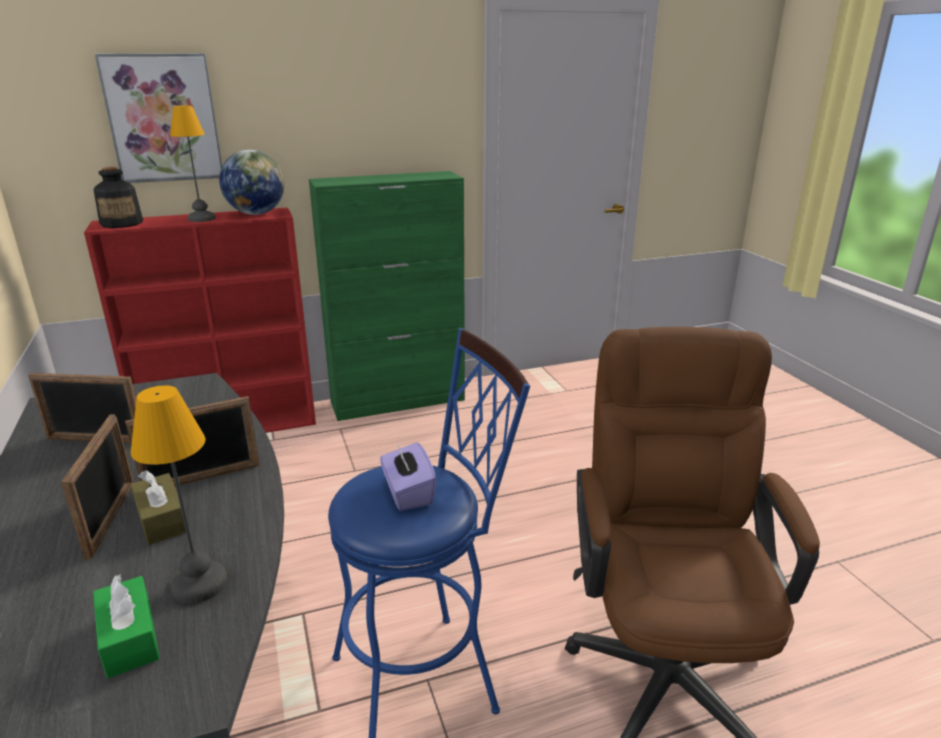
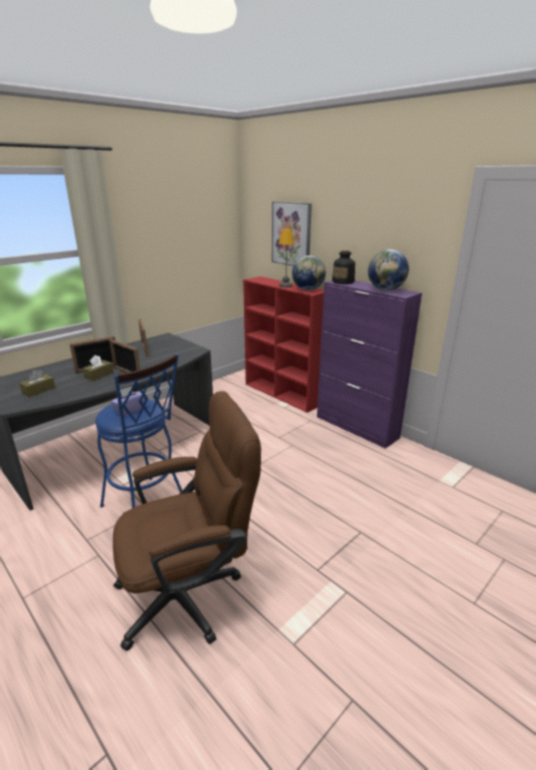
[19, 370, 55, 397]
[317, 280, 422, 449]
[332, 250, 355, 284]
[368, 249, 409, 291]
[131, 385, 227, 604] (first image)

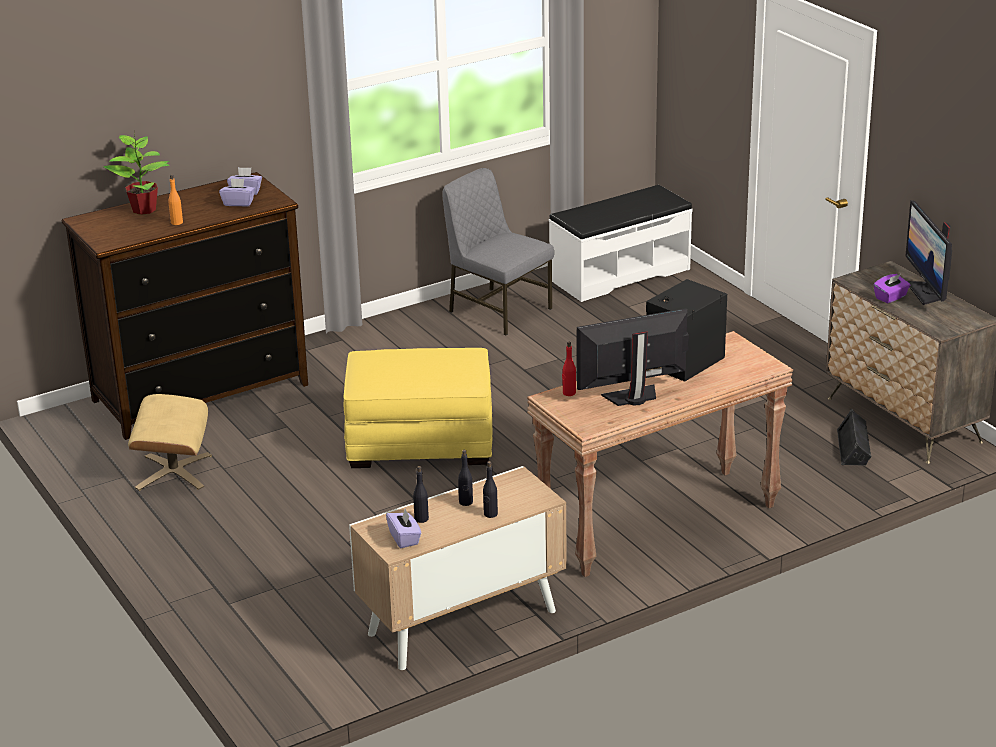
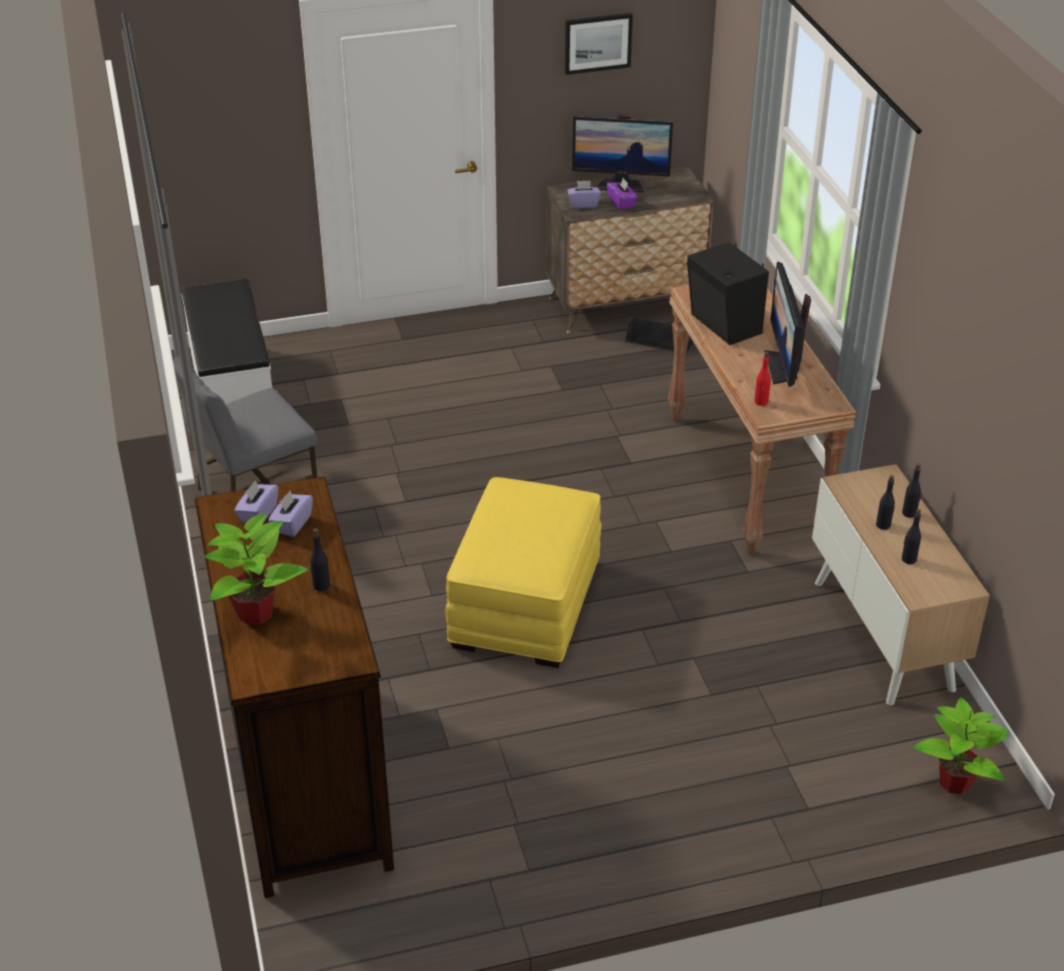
[310, 528, 330, 591]
[565, 13, 633, 75]
[567, 180, 601, 208]
[913, 697, 1009, 794]
[128, 394, 212, 491] (first image)

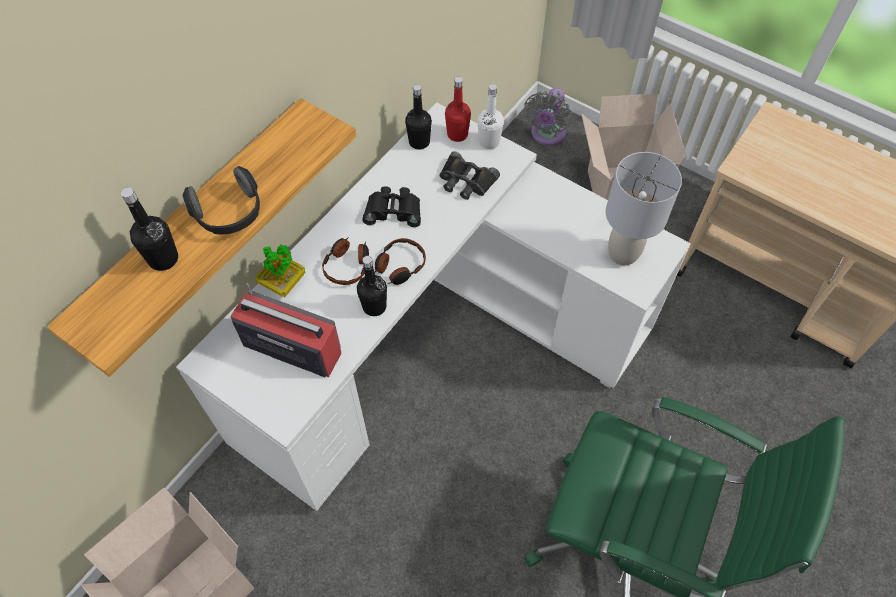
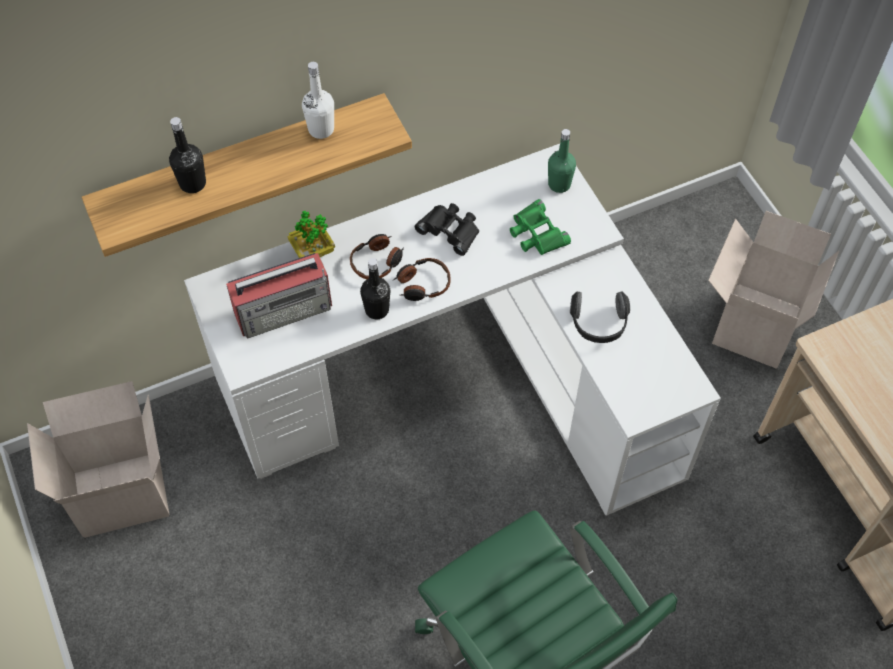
[226, 253, 332, 338]
[302, 62, 334, 139]
[510, 199, 571, 255]
[548, 129, 576, 193]
[570, 291, 630, 343]
[405, 85, 432, 150] (first image)
[524, 88, 572, 145] (first image)
[606, 152, 682, 266] (first image)

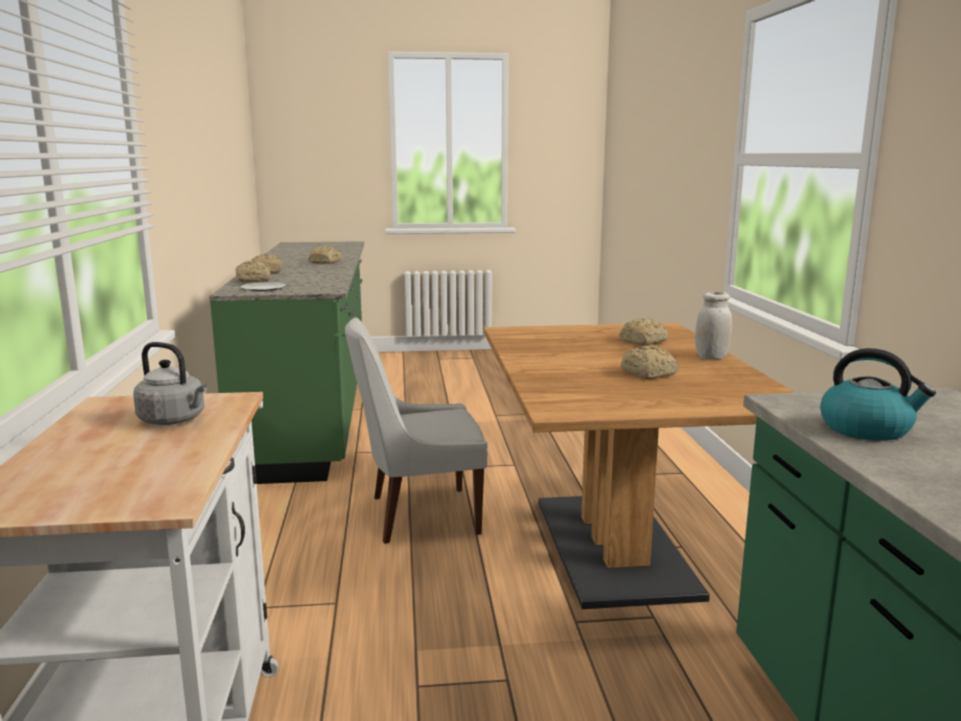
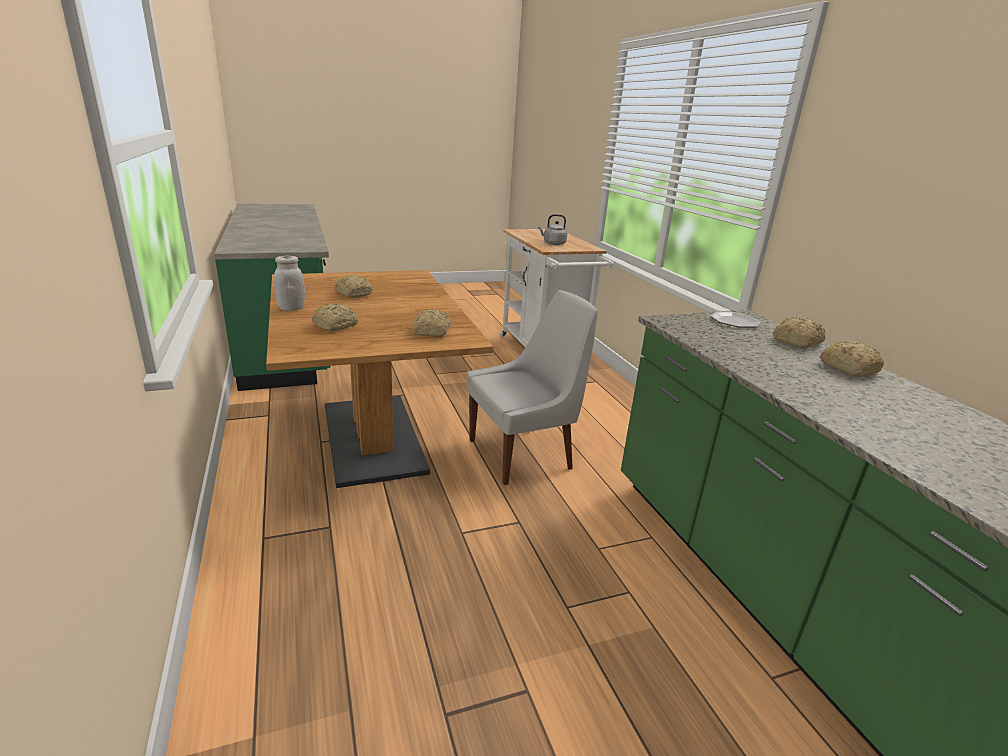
[413, 309, 451, 337]
[820, 348, 936, 441] (first image)

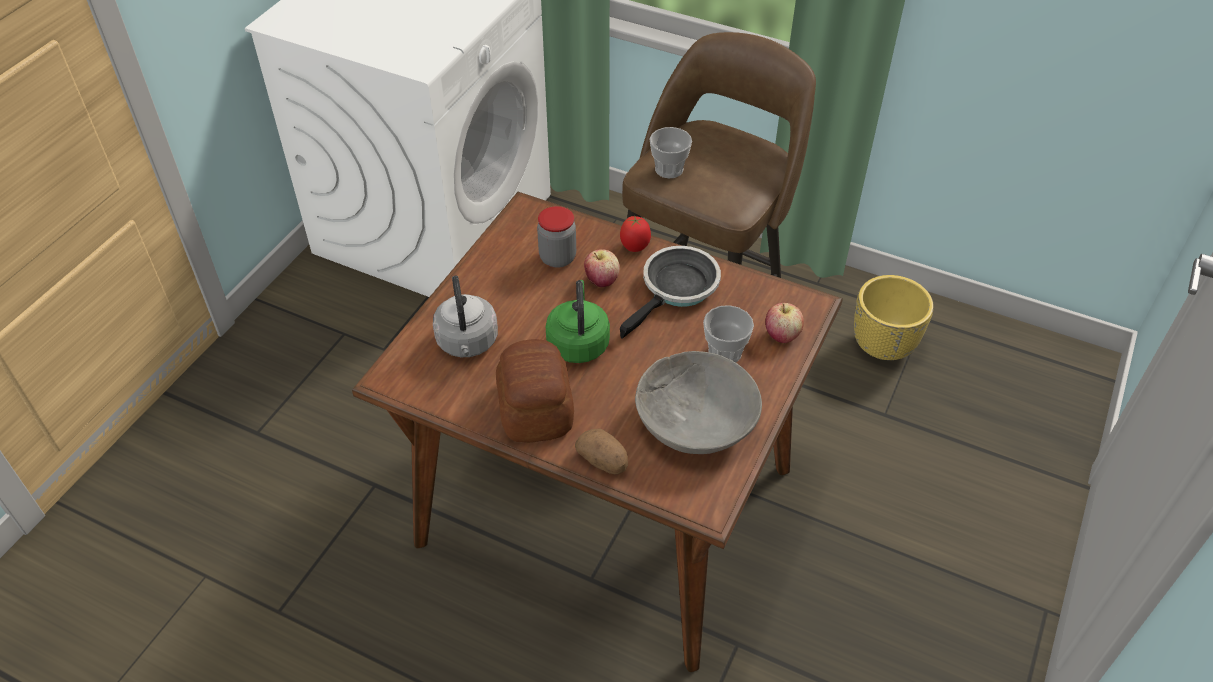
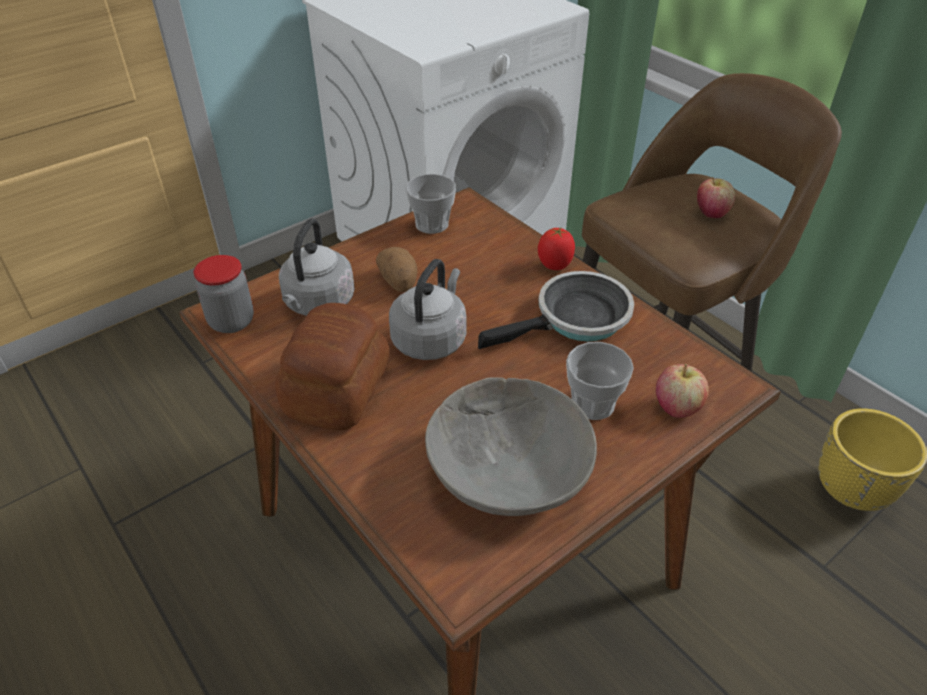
[193, 255, 254, 333]
[376, 247, 418, 292]
[389, 259, 467, 360]
[406, 174, 456, 234]
[697, 177, 735, 218]

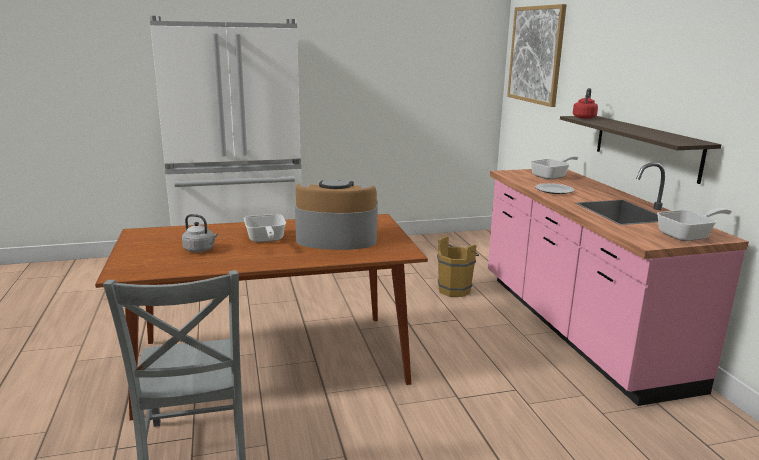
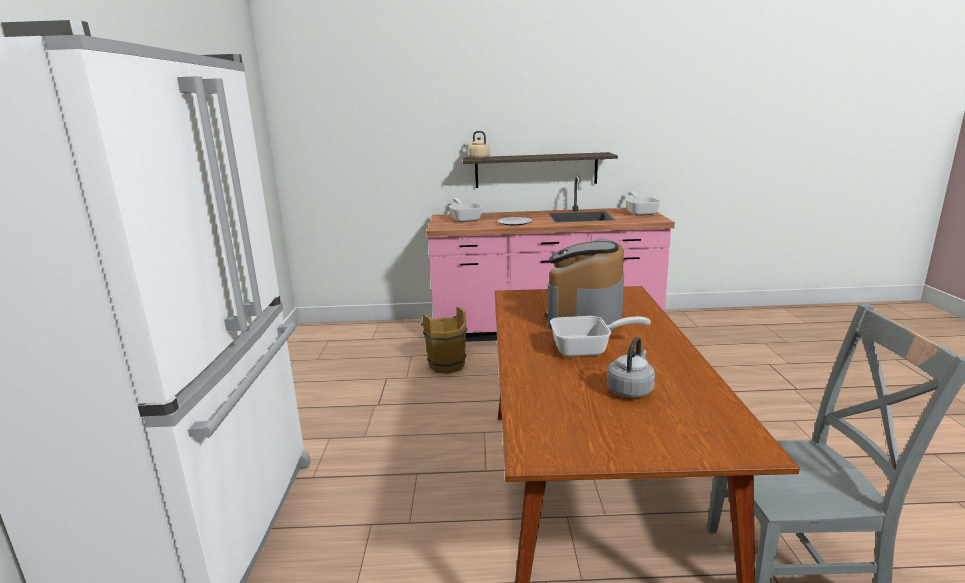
[467, 131, 490, 159]
[507, 4, 567, 107] (first image)

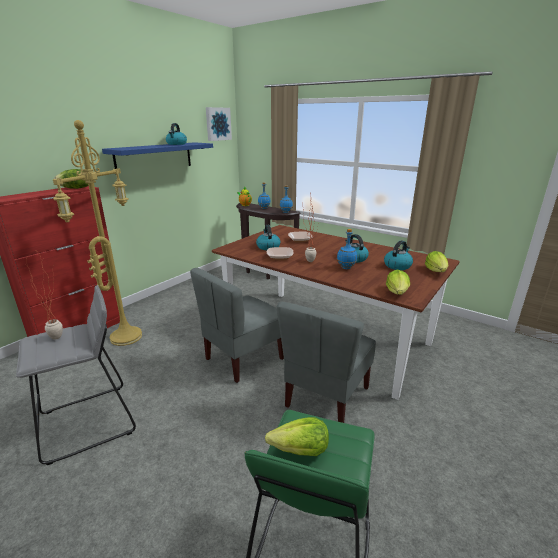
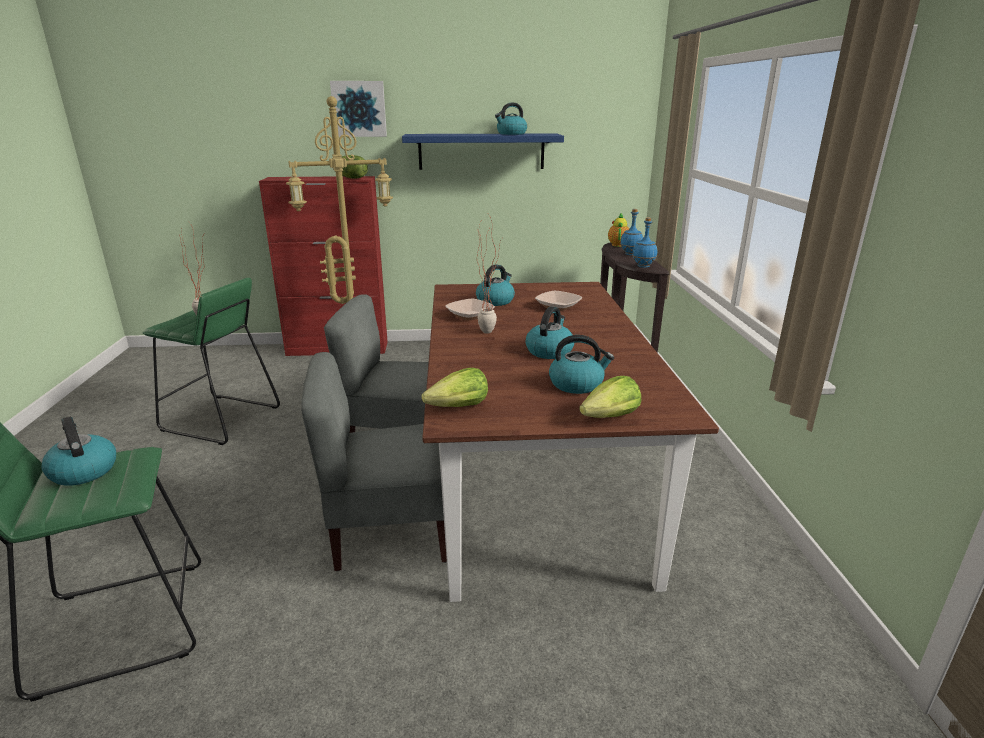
[42, 417, 116, 486]
[143, 278, 280, 445]
[330, 81, 387, 137]
[337, 229, 357, 269] (first image)

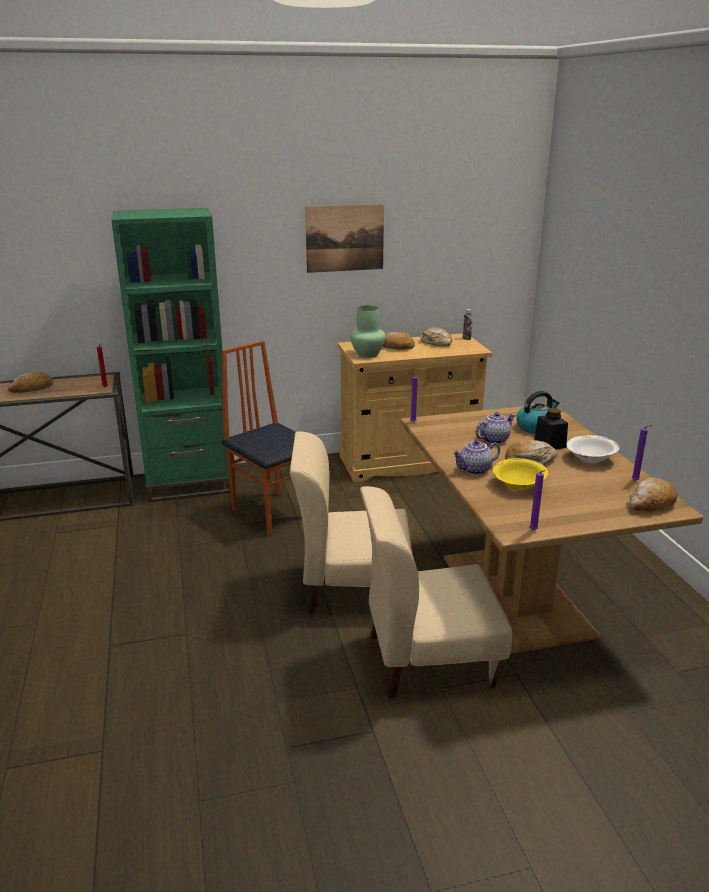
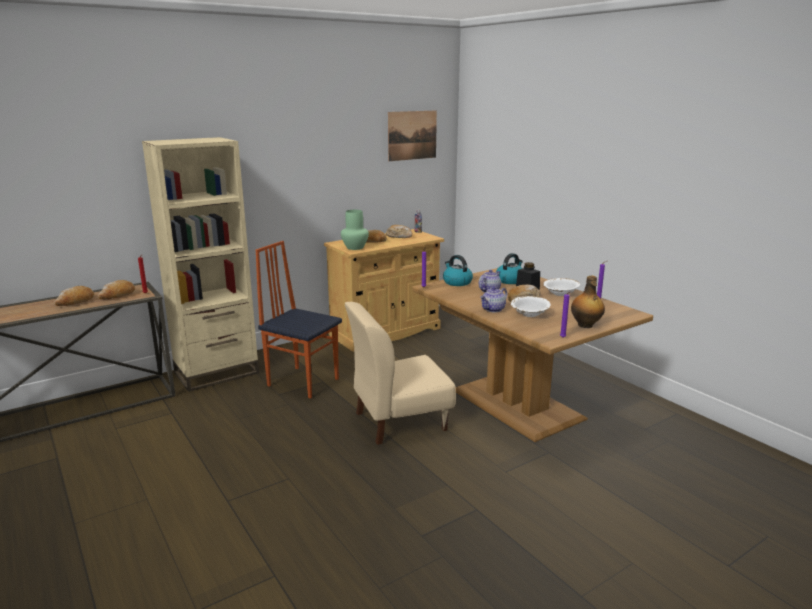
[98, 280, 135, 300]
[142, 137, 259, 392]
[388, 111, 437, 161]
[443, 255, 473, 286]
[511, 296, 551, 317]
[571, 276, 605, 328]
[360, 486, 512, 698] (first image)

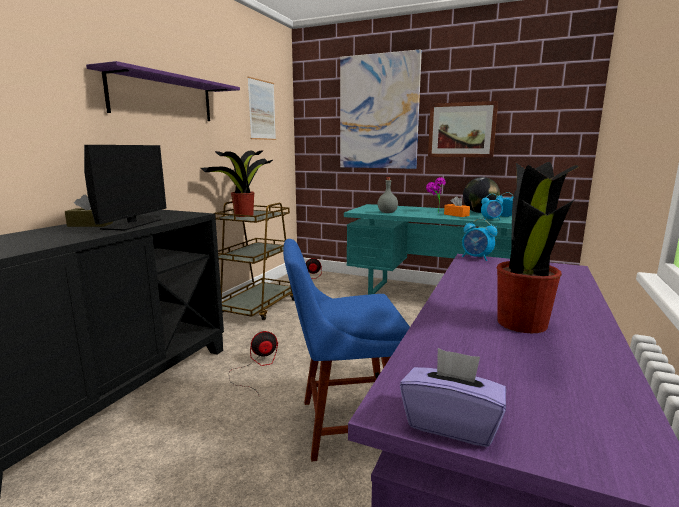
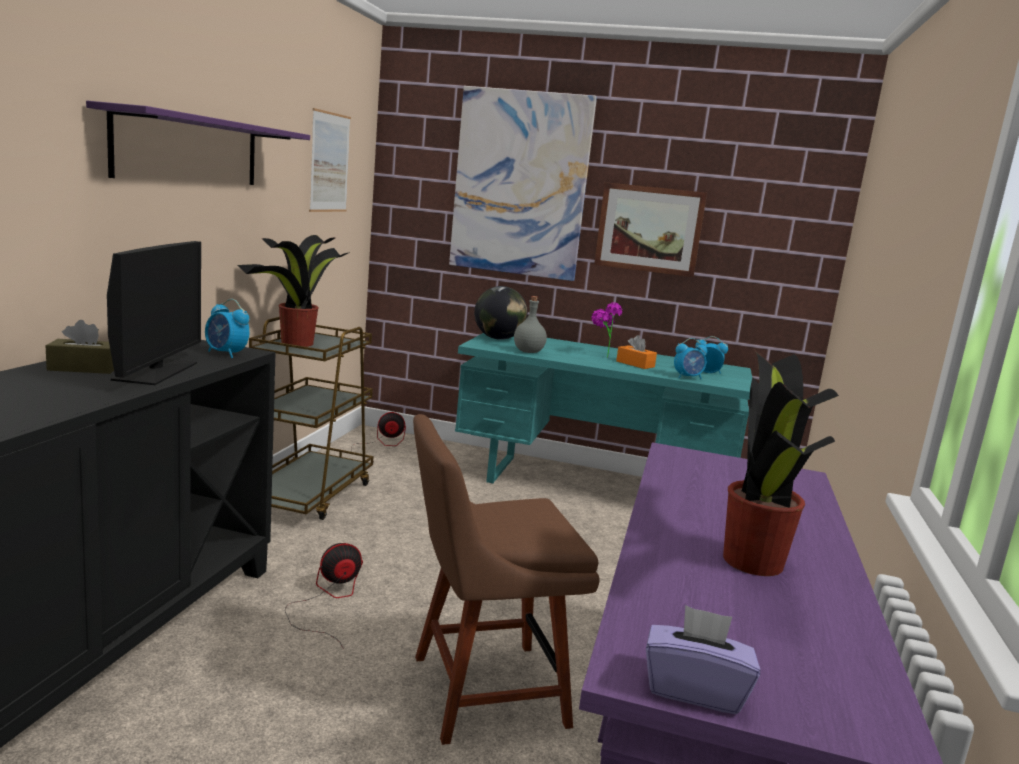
[205, 299, 250, 358]
[413, 414, 600, 745]
[474, 286, 528, 340]

